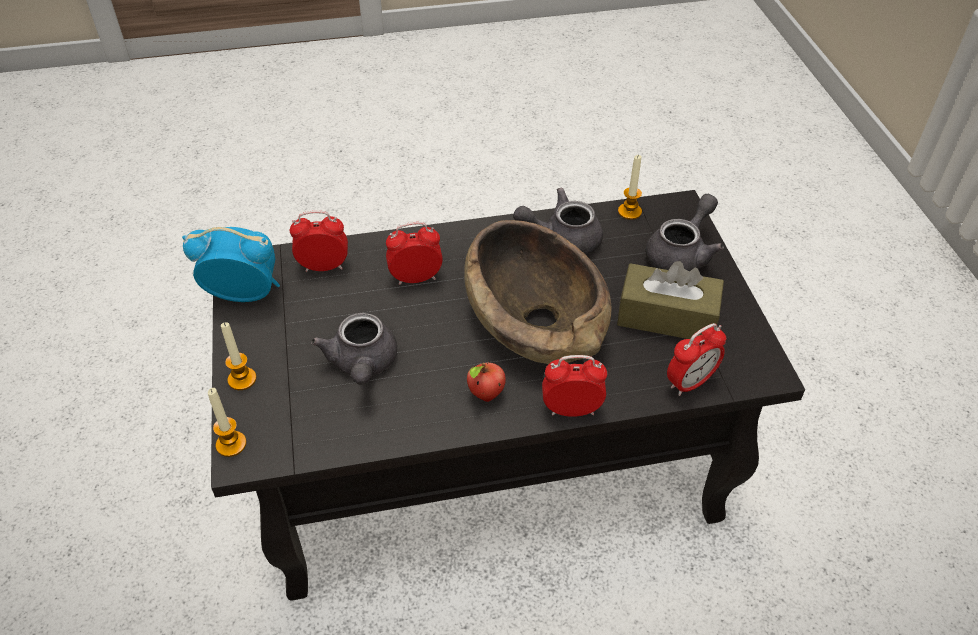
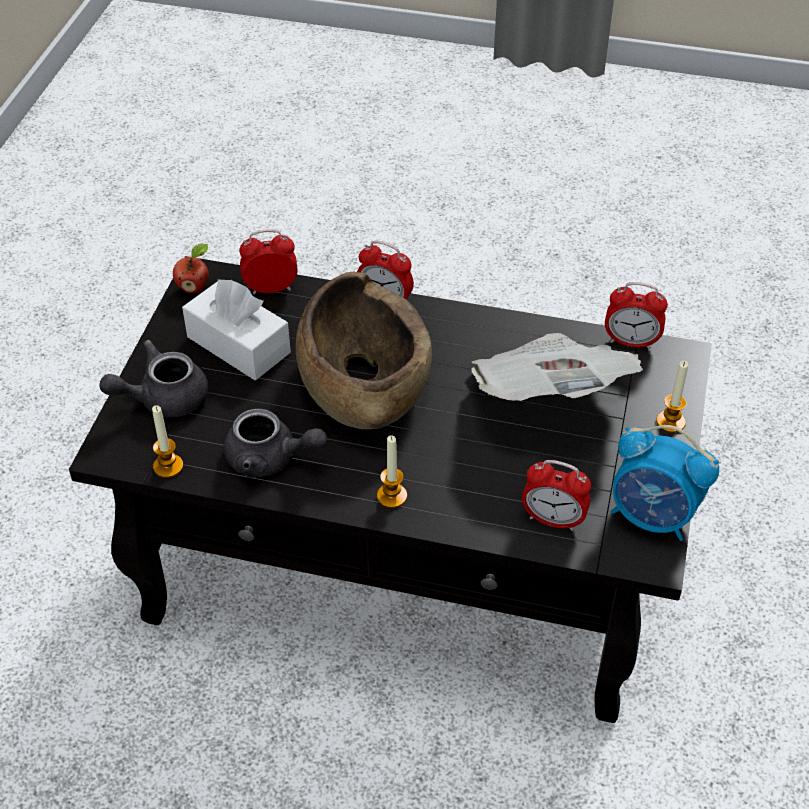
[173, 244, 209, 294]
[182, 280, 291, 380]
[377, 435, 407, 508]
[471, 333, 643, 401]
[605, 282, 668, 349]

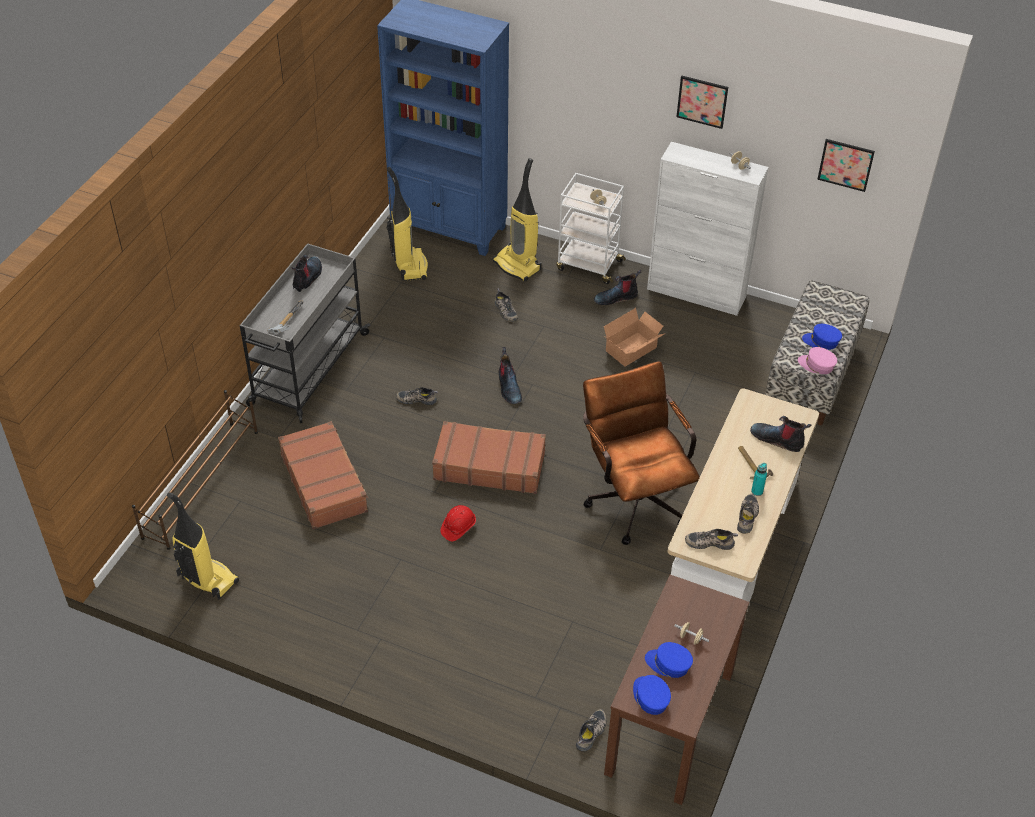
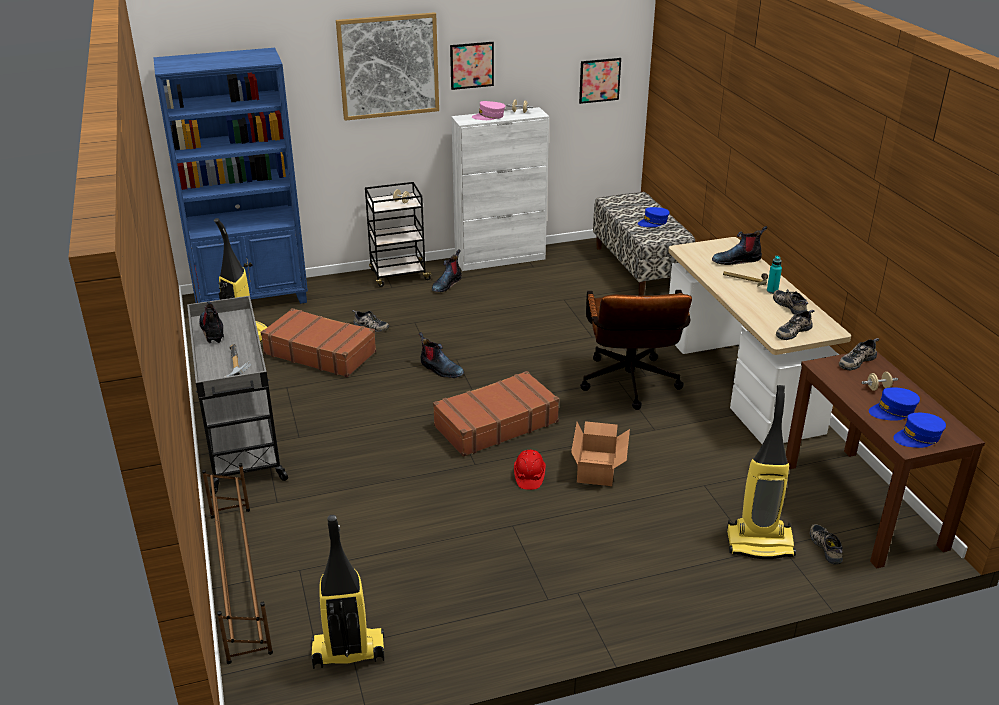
[260, 308, 376, 377]
[336, 12, 439, 121]
[365, 182, 433, 287]
[472, 101, 505, 120]
[571, 421, 630, 486]
[580, 290, 692, 410]
[727, 385, 796, 559]
[839, 338, 879, 370]
[893, 413, 946, 448]

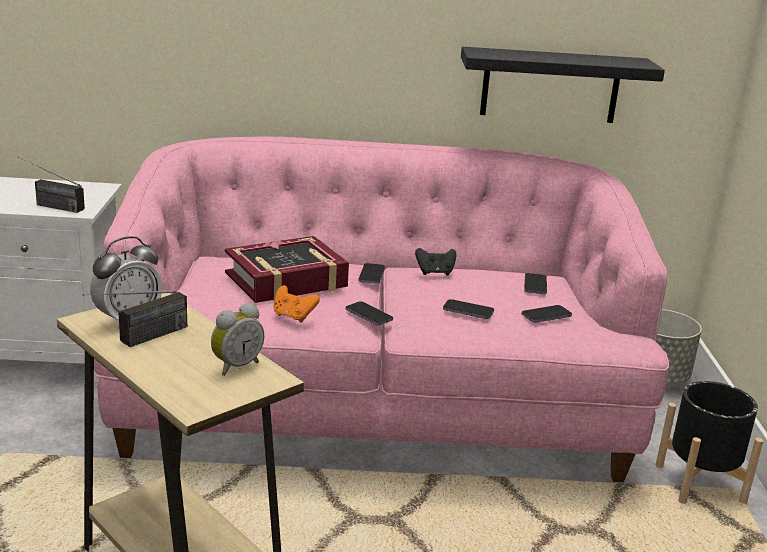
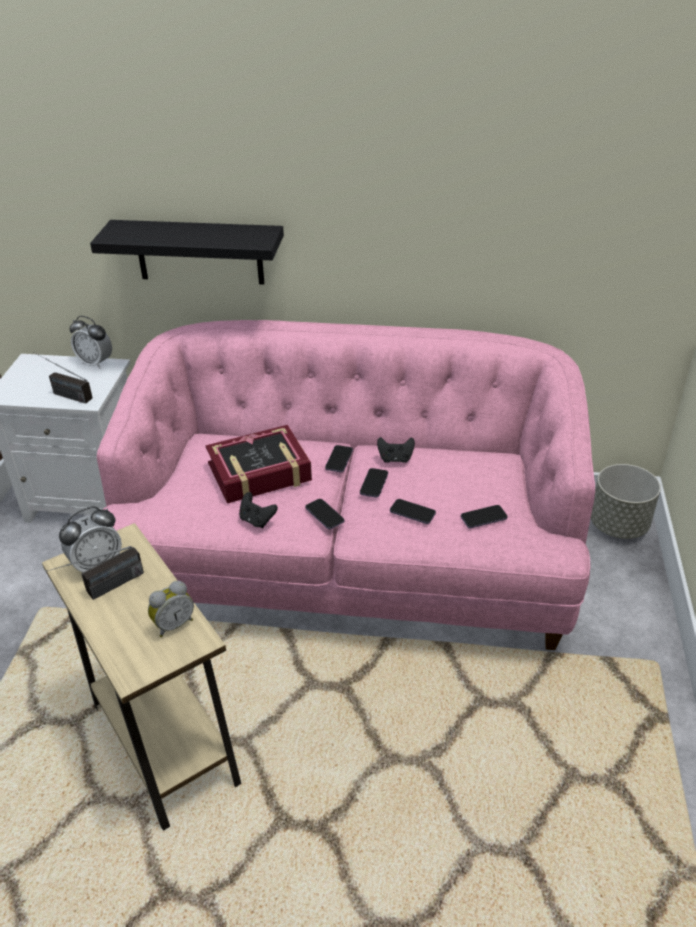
[70, 316, 112, 369]
[90, 220, 284, 285]
[239, 492, 278, 528]
[360, 468, 388, 498]
[656, 381, 763, 504] (first image)

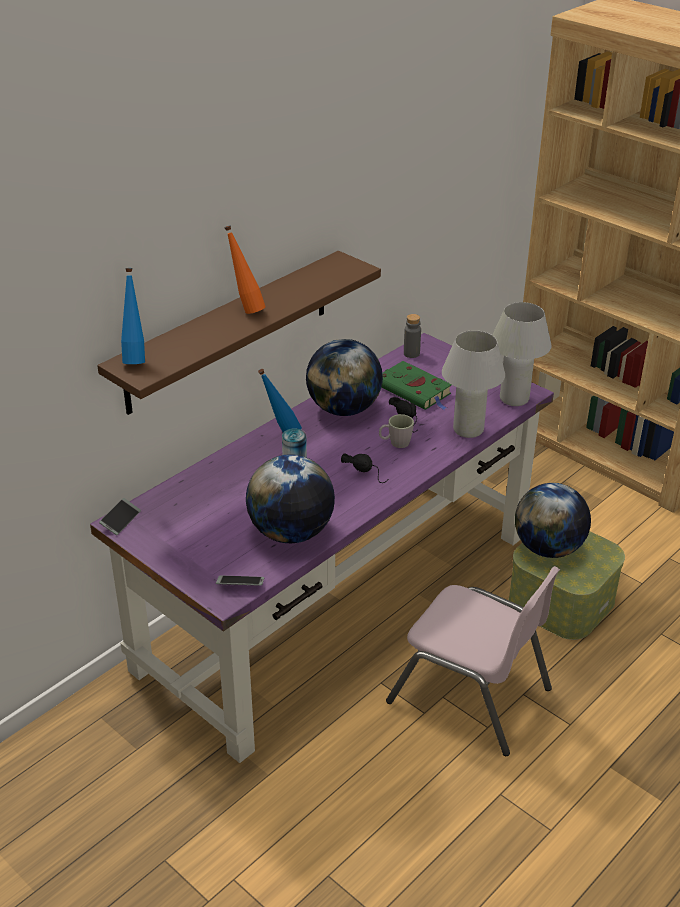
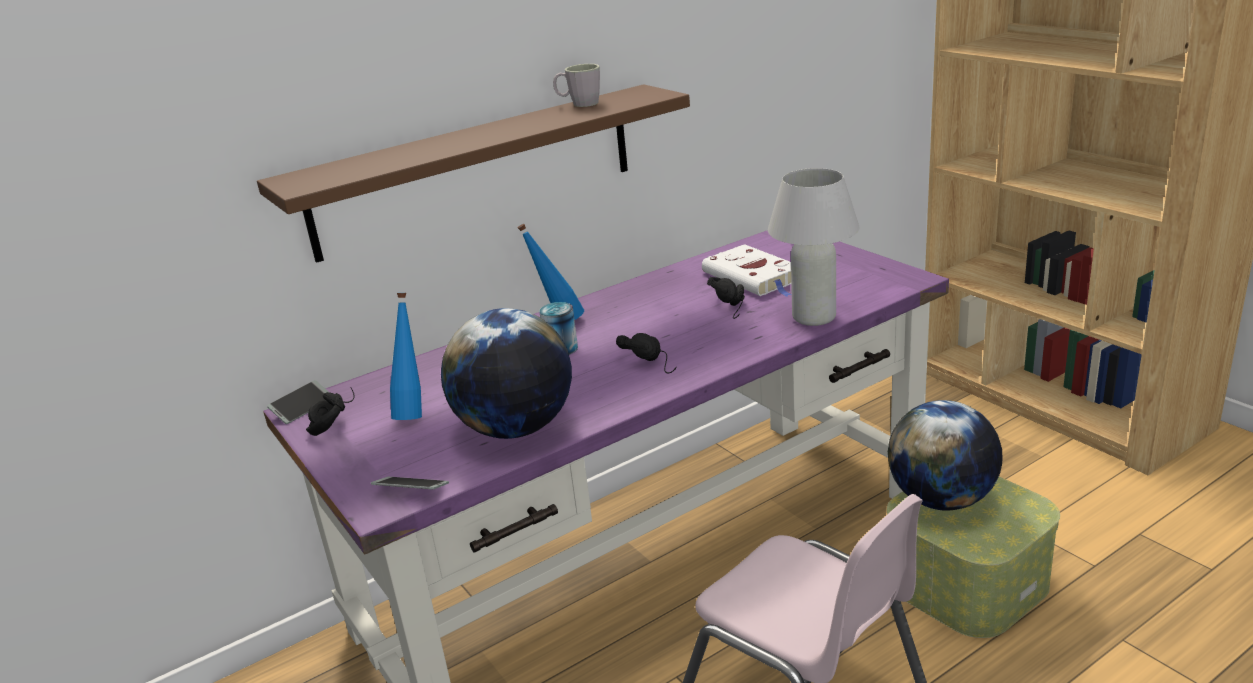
[306, 387, 355, 436]
[390, 293, 422, 420]
[553, 64, 600, 107]
[702, 244, 792, 297]
[224, 225, 265, 314] (first image)
[306, 339, 383, 416] (first image)
[404, 314, 421, 358] (first image)
[492, 302, 551, 406] (first image)

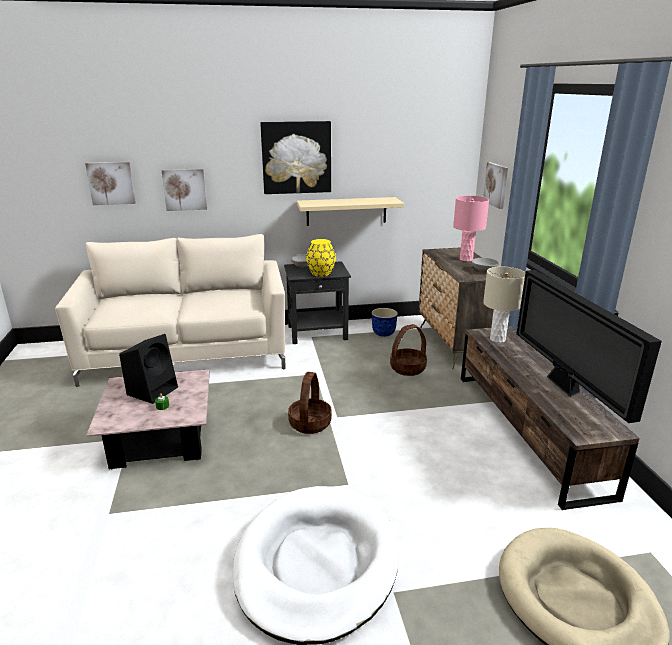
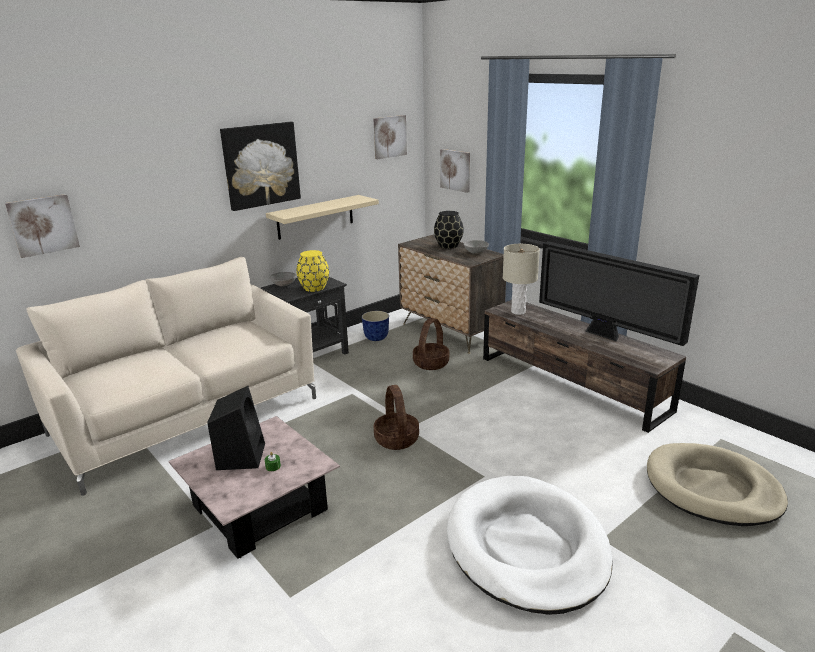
[373, 115, 407, 159]
[434, 211, 464, 249]

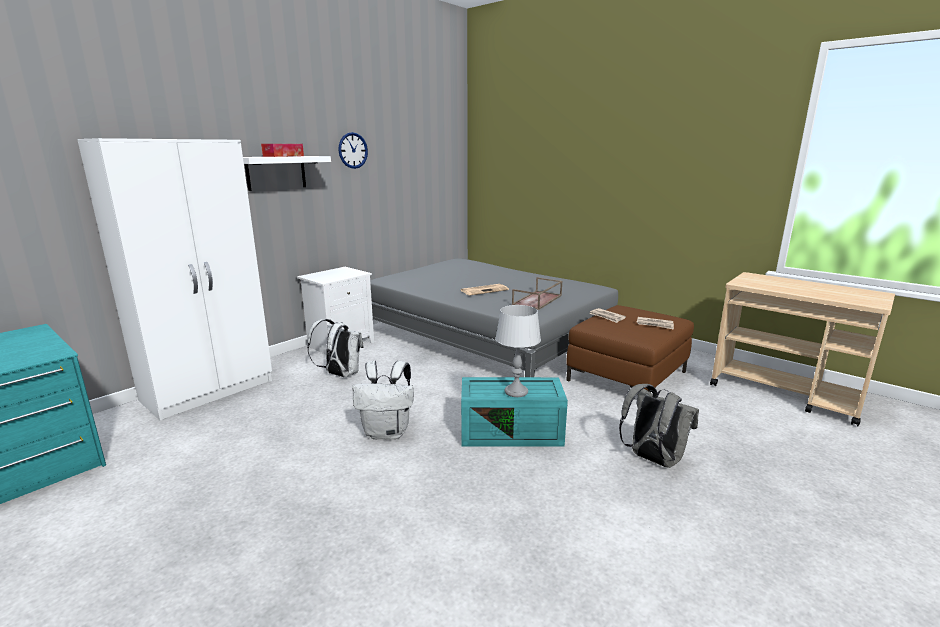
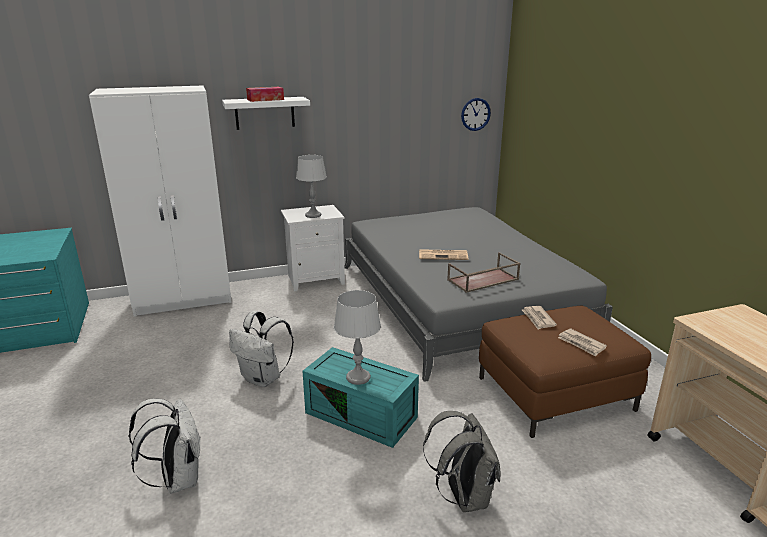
[128, 399, 201, 494]
[296, 155, 327, 218]
[461, 98, 491, 131]

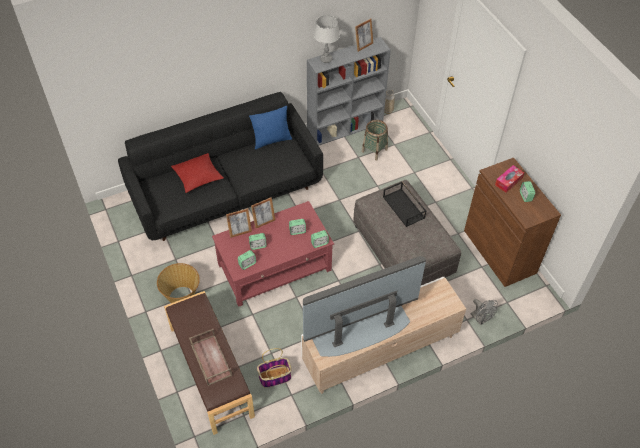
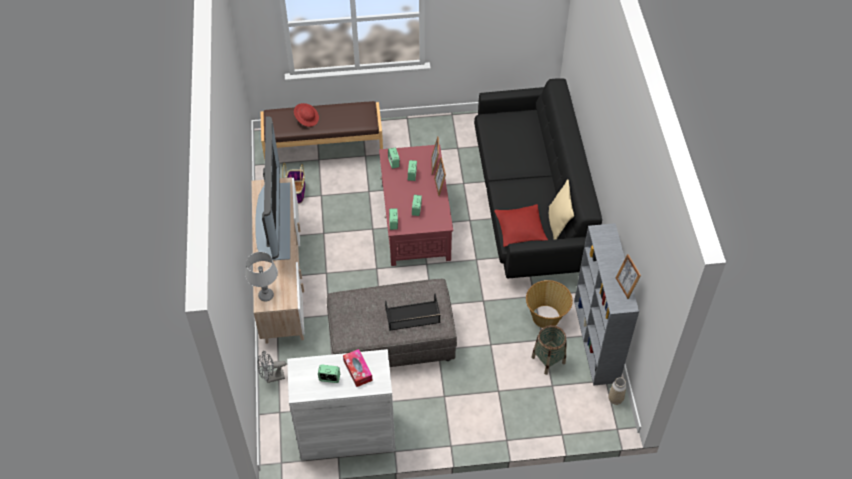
[245, 252, 278, 302]
[287, 349, 396, 461]
[294, 103, 319, 127]
[494, 204, 548, 247]
[526, 280, 573, 328]
[549, 179, 574, 240]

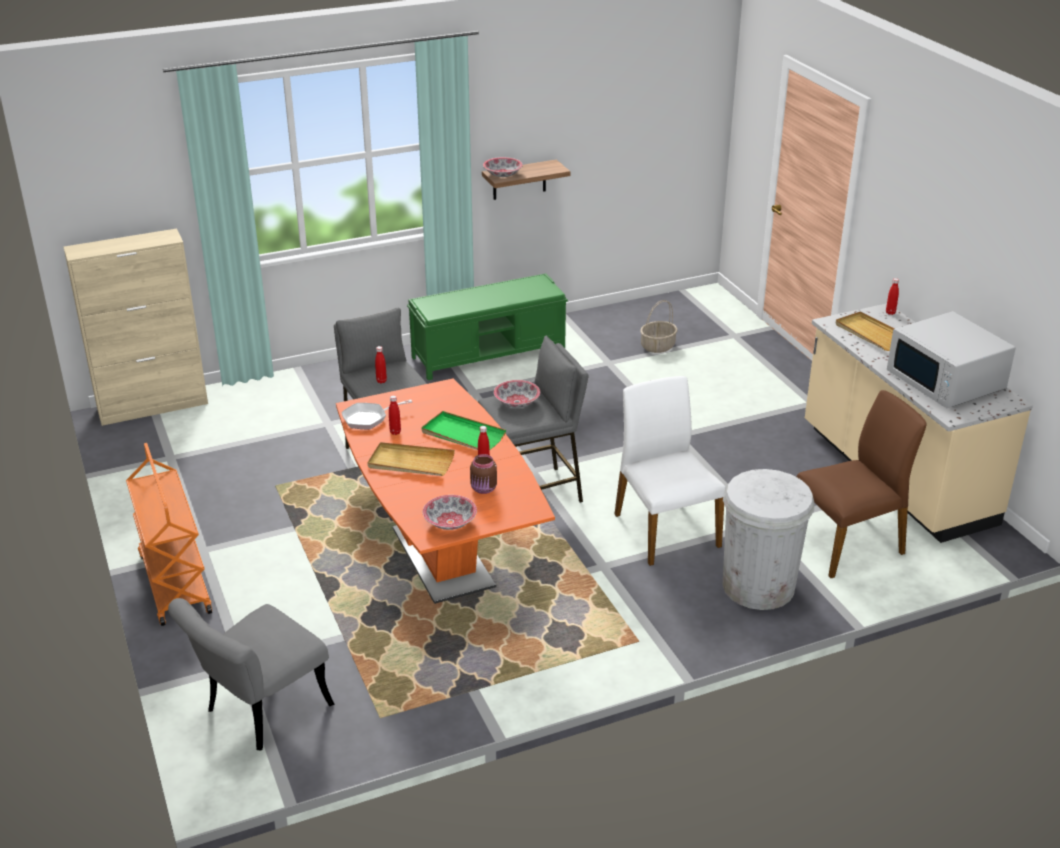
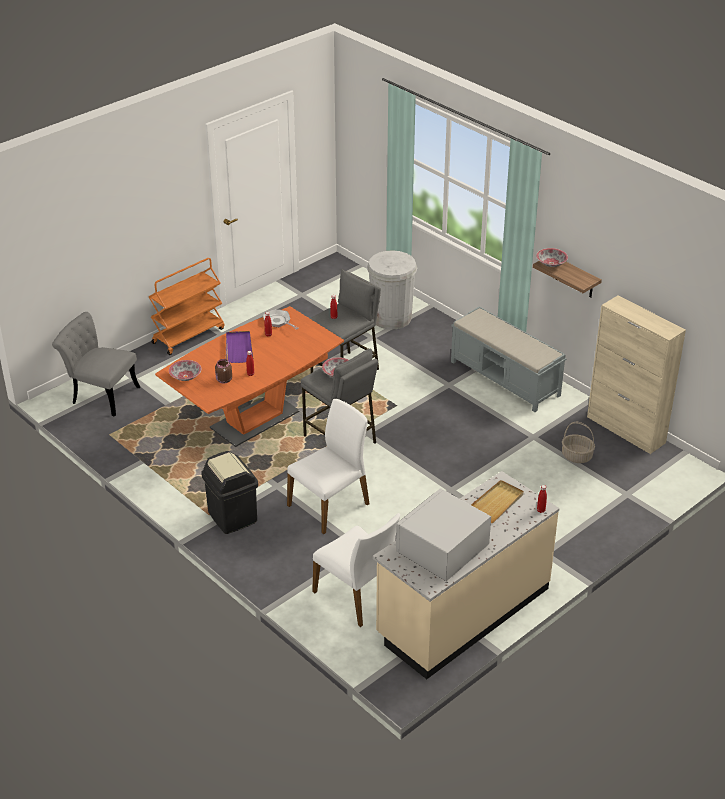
[201, 451, 258, 534]
[226, 331, 253, 363]
[312, 513, 400, 627]
[367, 250, 417, 330]
[451, 306, 567, 412]
[587, 295, 686, 454]
[421, 411, 506, 450] (first image)

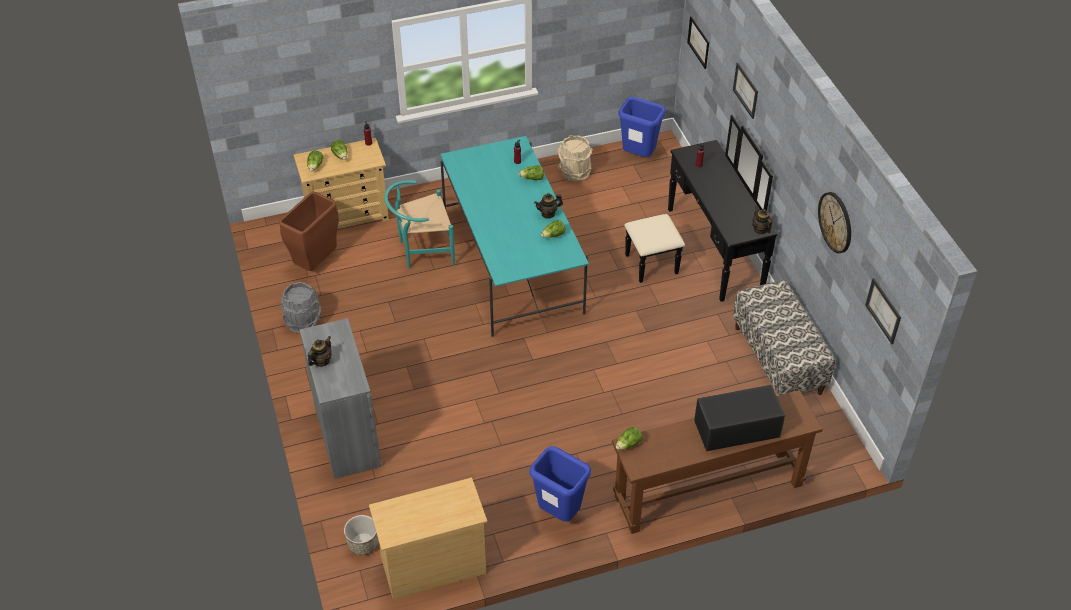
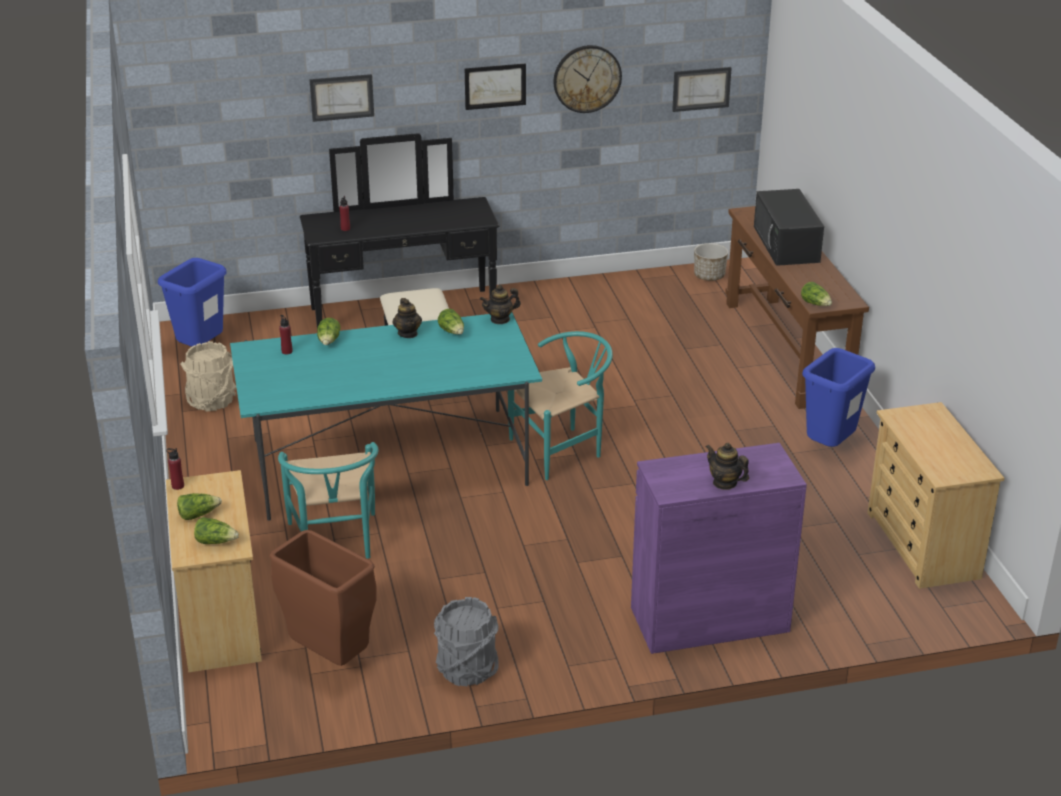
[465, 63, 526, 110]
[480, 285, 521, 324]
[508, 331, 613, 480]
[631, 443, 807, 654]
[694, 243, 728, 281]
[733, 280, 835, 396] (first image)

